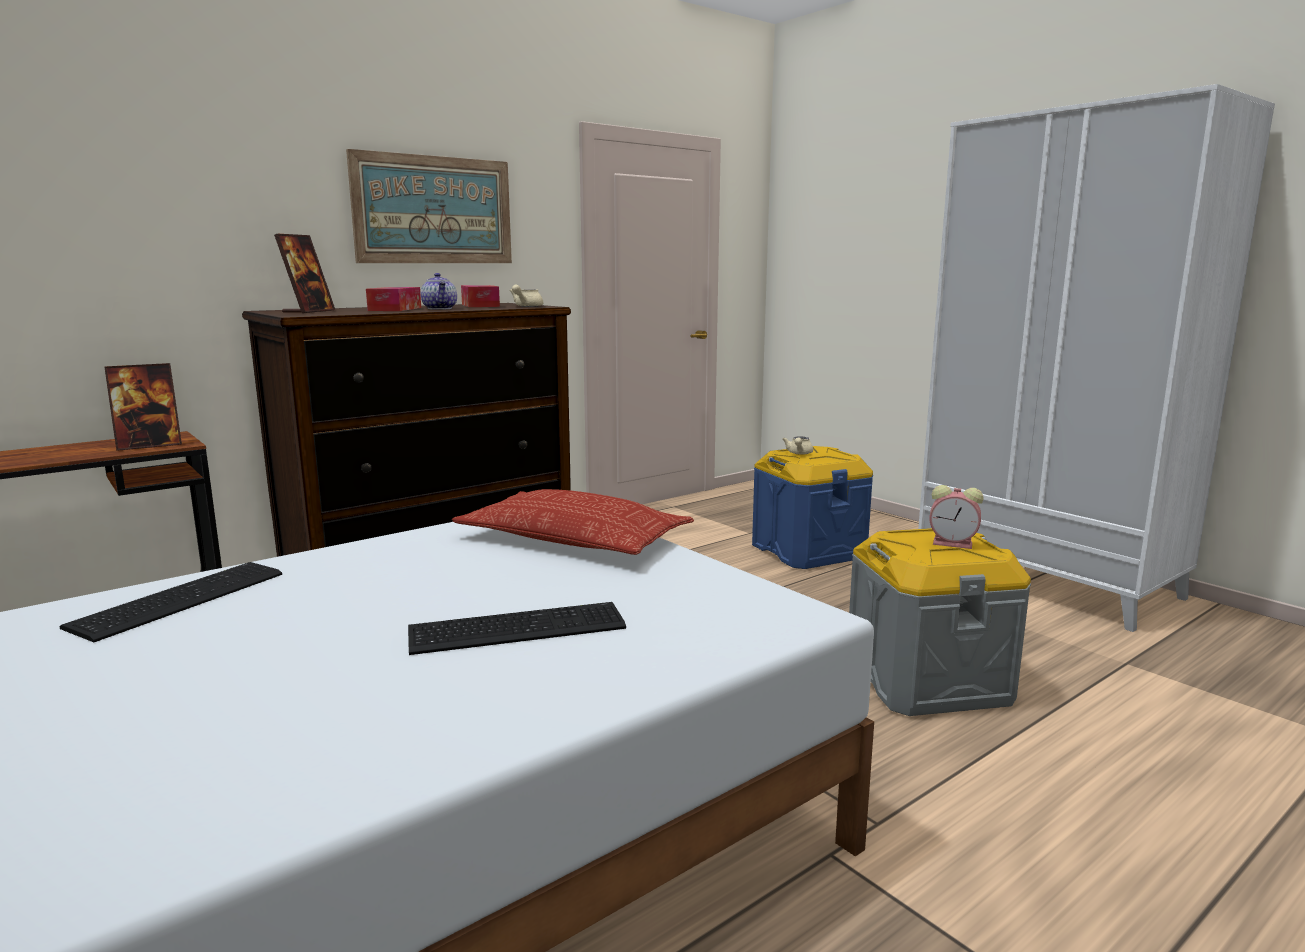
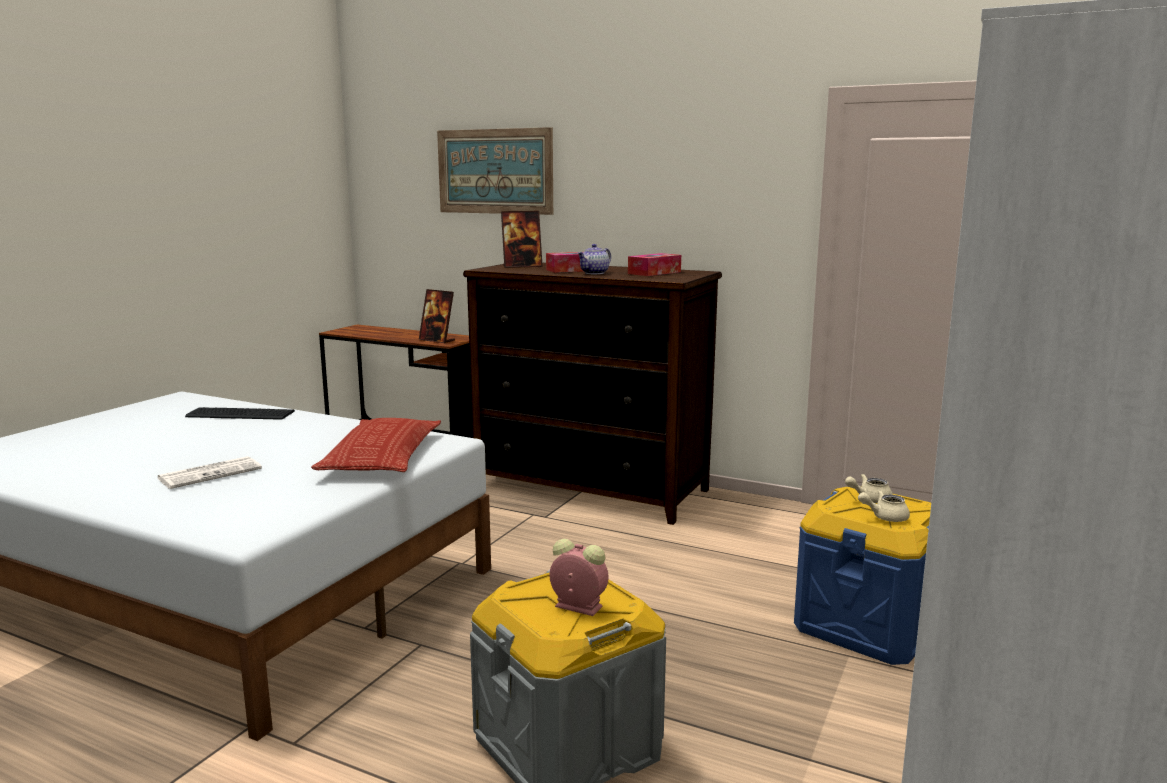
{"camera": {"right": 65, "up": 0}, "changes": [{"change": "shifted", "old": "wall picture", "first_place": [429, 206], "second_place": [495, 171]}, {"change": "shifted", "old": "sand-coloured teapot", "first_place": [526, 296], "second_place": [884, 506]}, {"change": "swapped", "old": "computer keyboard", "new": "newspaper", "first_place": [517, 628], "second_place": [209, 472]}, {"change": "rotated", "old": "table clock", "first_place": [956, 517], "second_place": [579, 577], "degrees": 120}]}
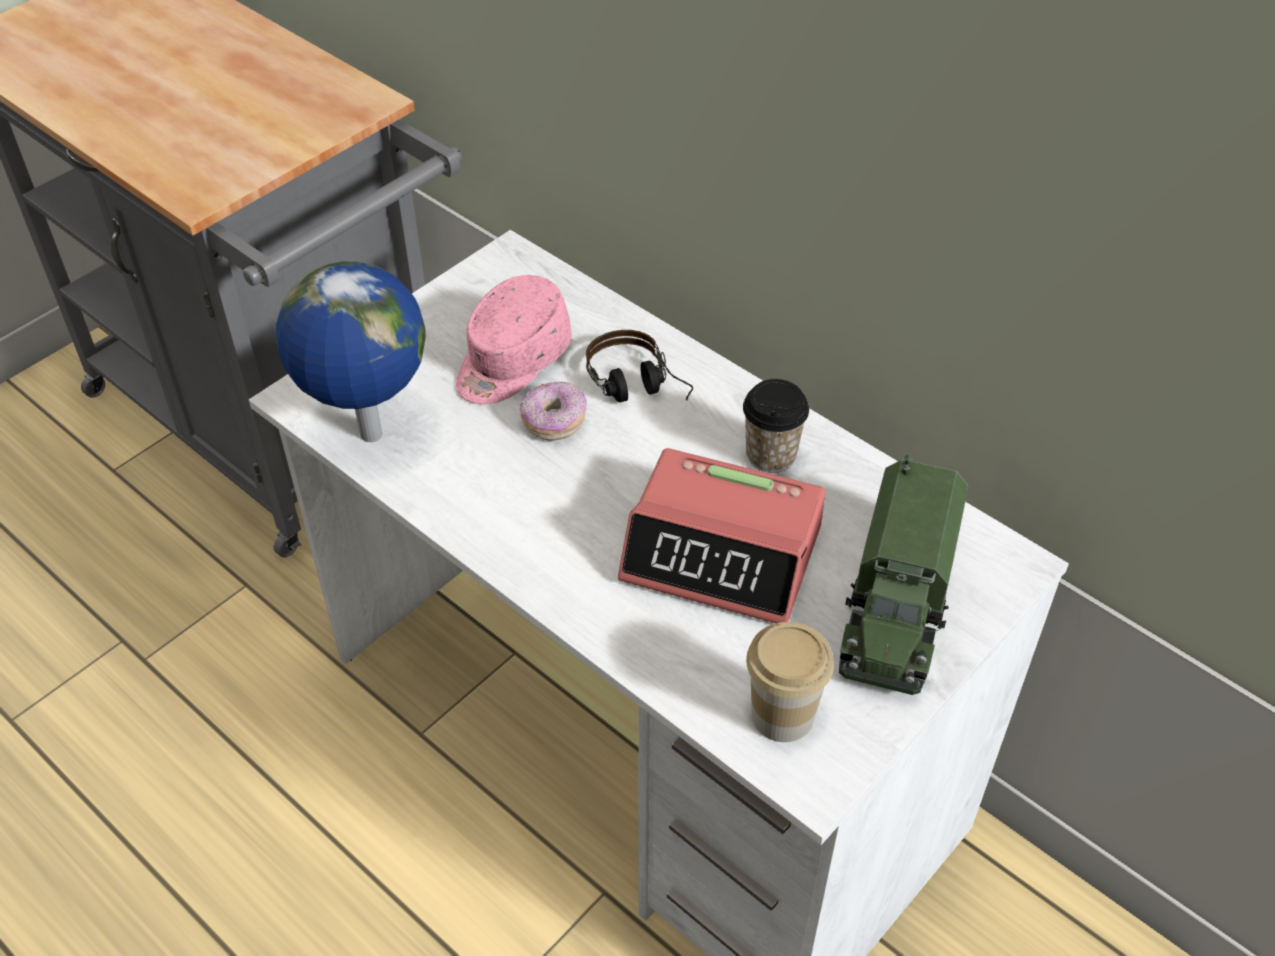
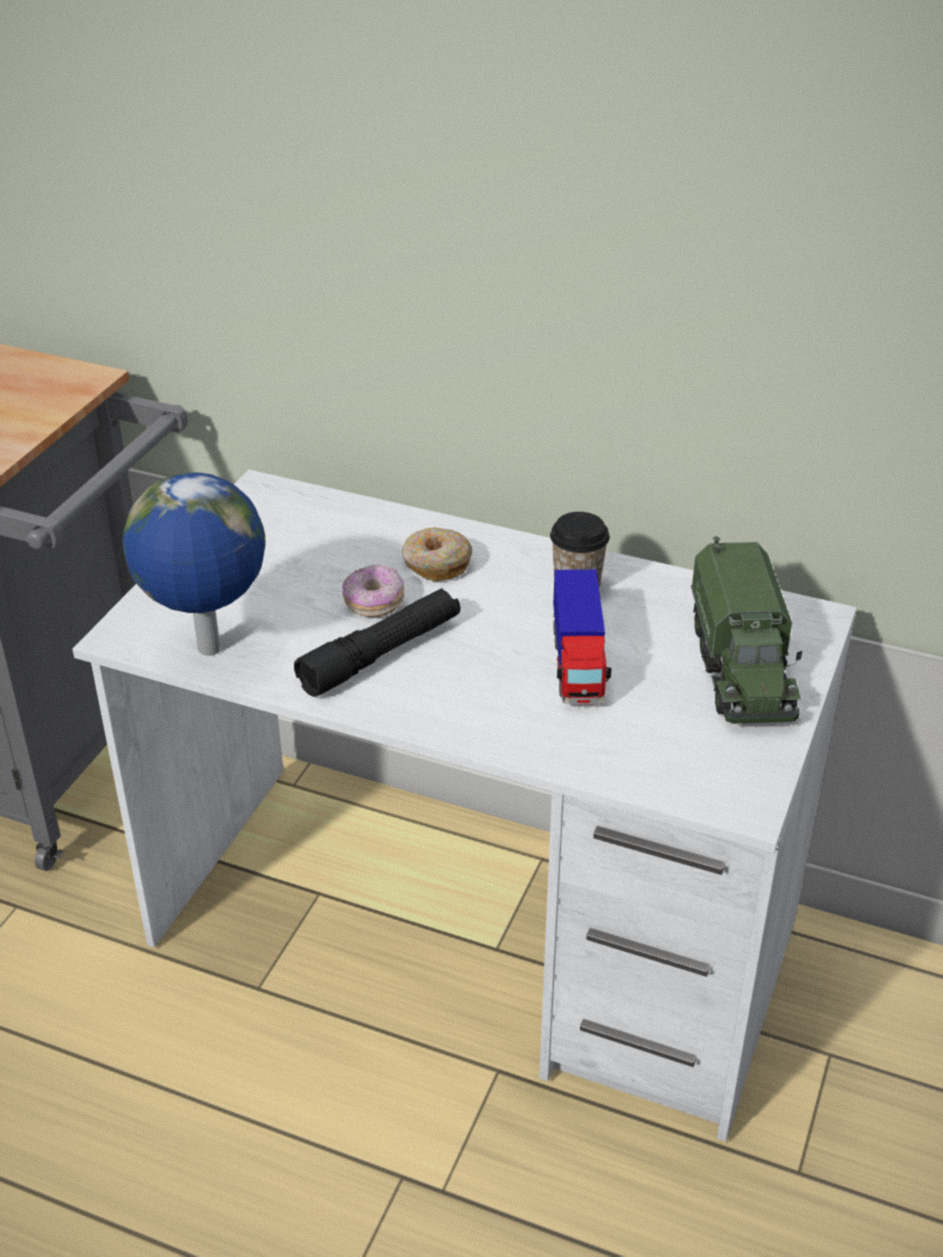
{"camera": {"right": -20, "up": -10}, "changes": [{"change": "gone", "old": "pink-coloured peaked cap", "first_place": [514, 339]}, {"change": "gone", "old": "small cup", "first_place": [790, 682]}, {"change": "new", "new": "black flashlight", "second_place": [377, 642]}, {"change": "swapped", "old": "headset", "new": "doughnut", "first_place": [639, 366], "second_place": [437, 554]}, {"change": "swapped", "old": "table clock", "new": "toy truck", "first_place": [722, 535], "second_place": [582, 637]}]}
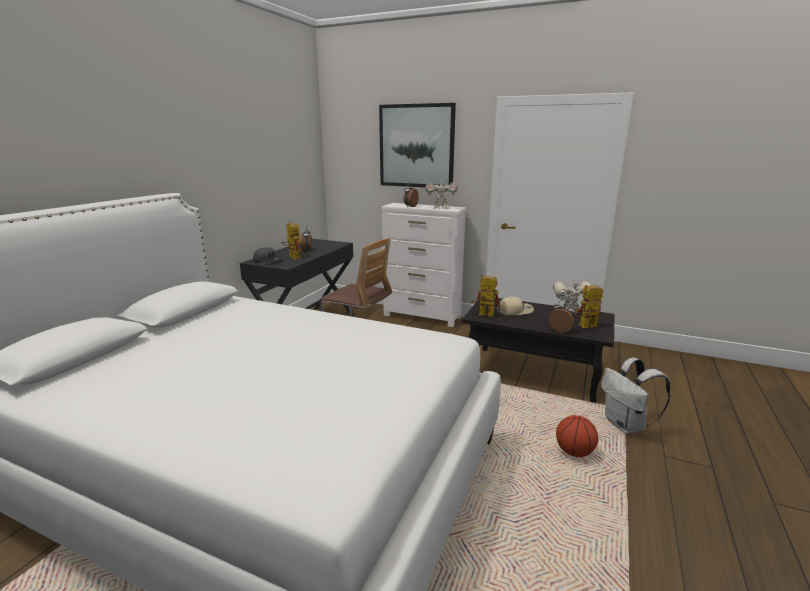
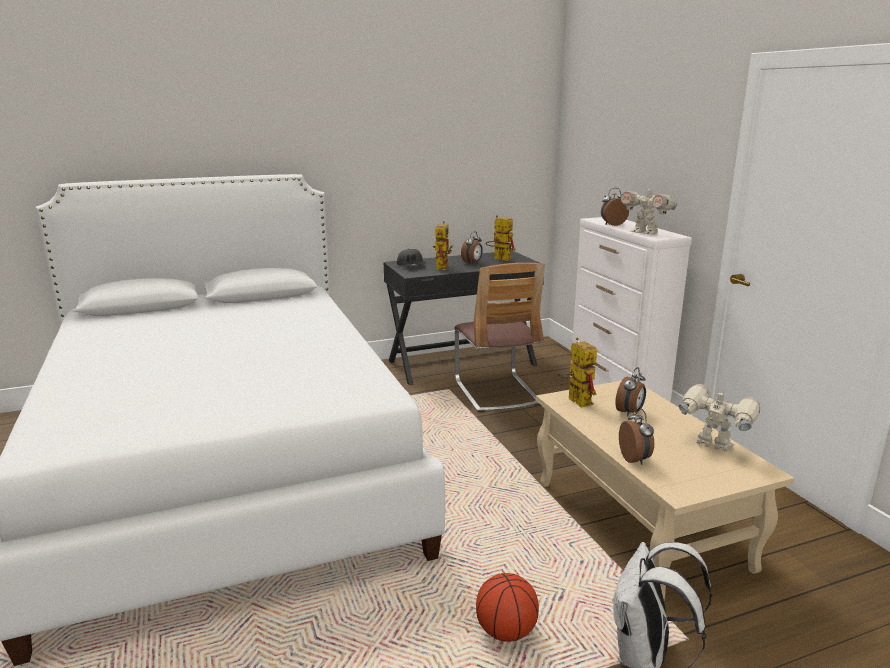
{"camera": {"right": 45, "up": 0}, "changes": [{"change": "gone", "old": "wall picture", "first_place": [417, 145]}, {"change": "shifted", "old": "model robot", "first_place": [589, 306], "second_place": [501, 238]}, {"change": "swapped", "old": "sand-coloured peaked cap", "new": "table clock", "first_place": [515, 305], "second_place": [630, 391]}, {"change": "repainted", "old": "black coffee table", "new": "sand-coloured coffee table", "first_place": [538, 350], "second_place": [665, 490]}]}
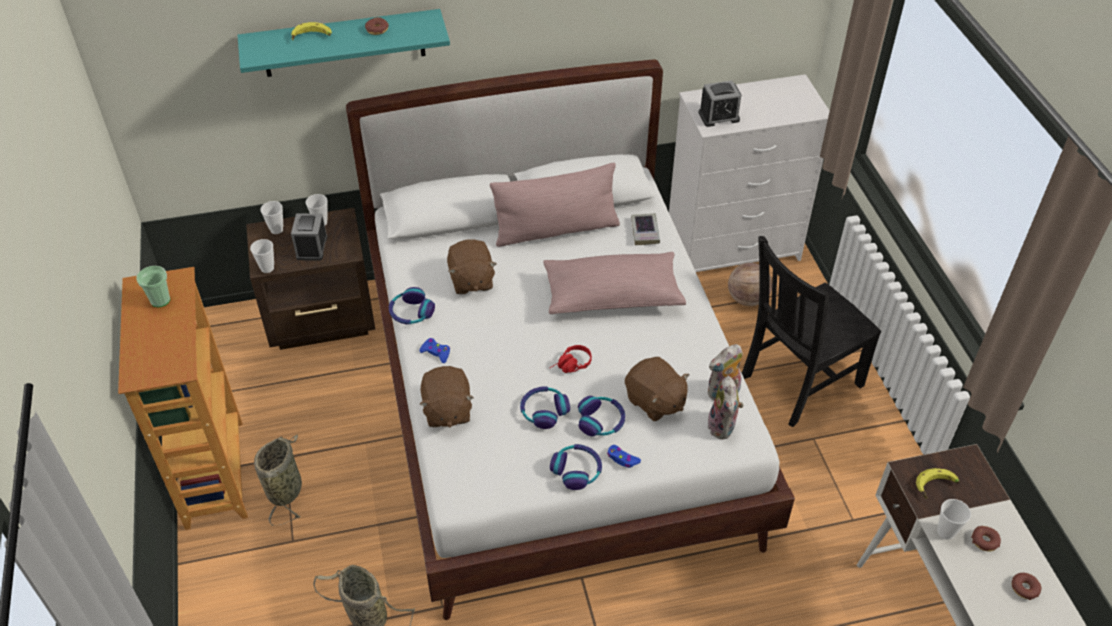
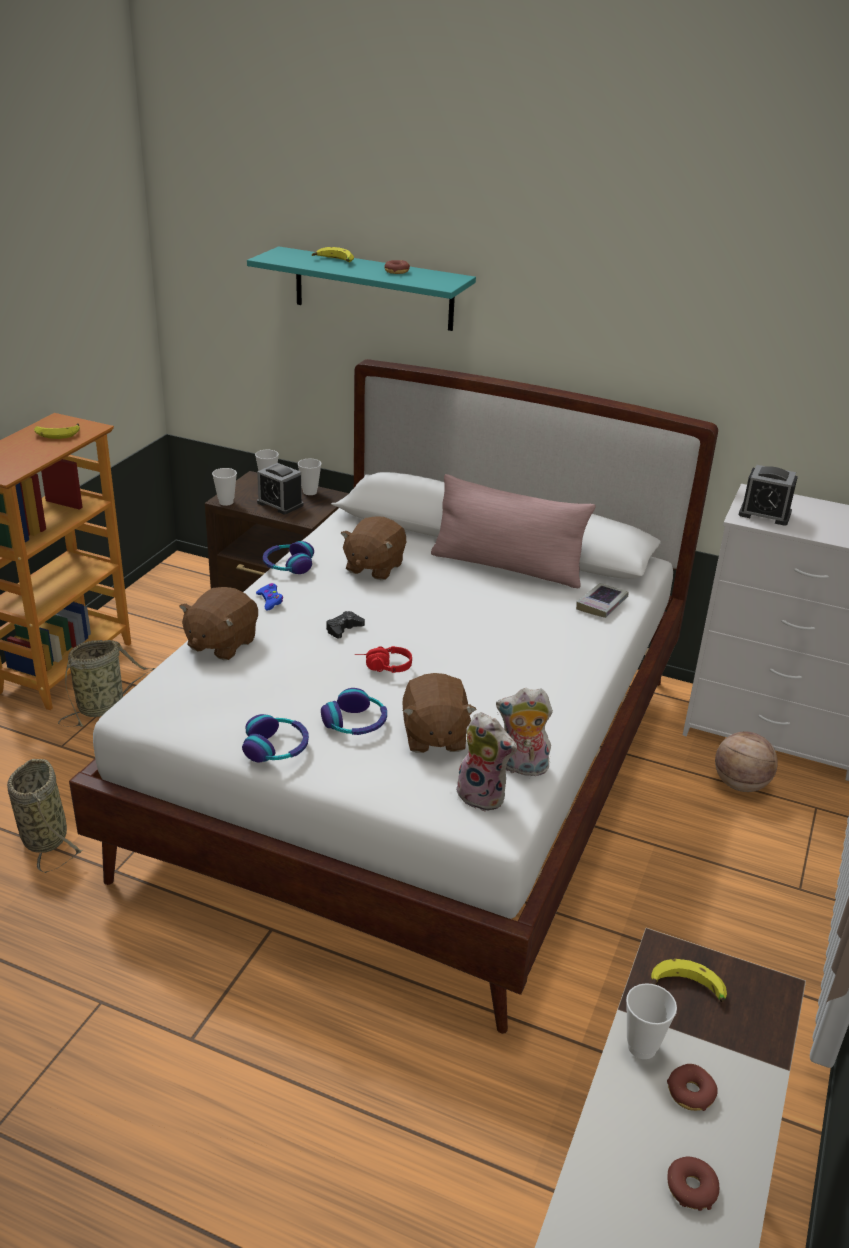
{"camera": {"right": 35, "up": -15}, "changes": [{"change": "gone", "old": "headset", "first_place": [545, 407]}, {"change": "gone", "old": "pink-coloured throw pillow", "first_place": [614, 283]}, {"change": "gone", "old": "blue-coloured gamepad", "first_place": [624, 456]}, {"change": "gone", "old": "black upright chair", "first_place": [811, 331]}, {"change": "new", "new": "black gamepad", "second_place": [345, 624]}, {"change": "swapped", "old": "small cup", "new": "whole banana", "first_place": [153, 286], "second_place": [57, 431]}, {"change": "rotated", "old": "table clock", "first_place": [309, 237], "second_place": [280, 488], "degrees": -90}, {"change": "rotated", "old": "soft toy", "first_place": [725, 407], "second_place": [485, 762], "degrees": -90}]}
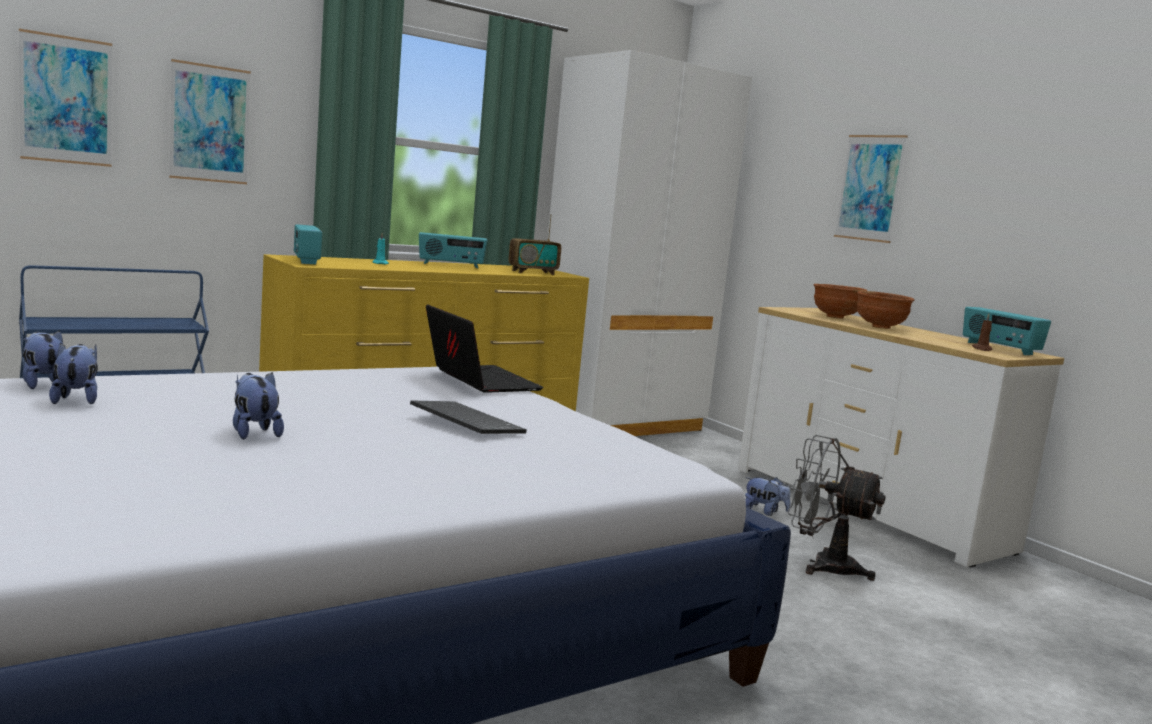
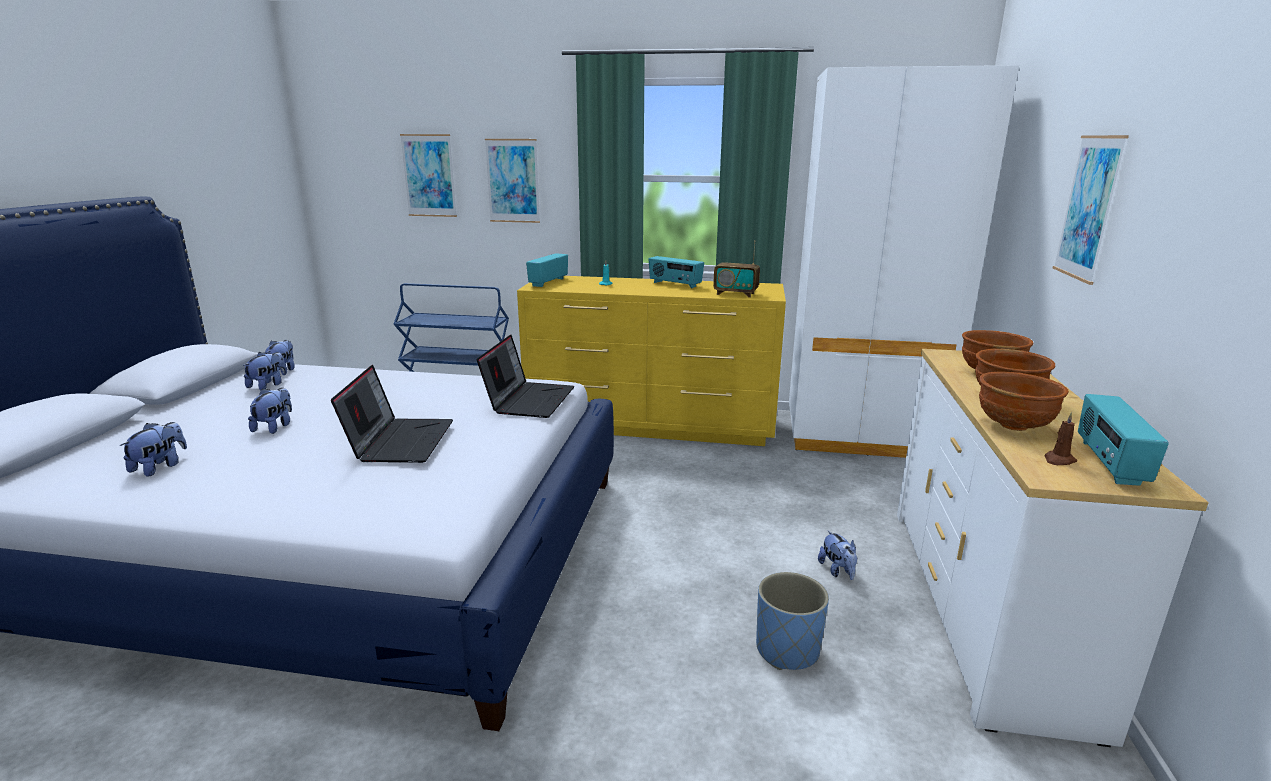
{"camera": {"right": 45, "up": 10}, "changes": [{"change": "new", "new": "soft toy", "second_place": [153, 449]}, {"change": "new", "new": "brownish bowl", "second_place": [1024, 401]}, {"change": "swapped", "old": "computer keyboard", "new": "notebook computer", "first_place": [468, 417], "second_place": [392, 414]}, {"change": "swapped", "old": "grey electric fan", "new": "blue-coloured planter", "first_place": [836, 508], "second_place": [792, 621]}]}
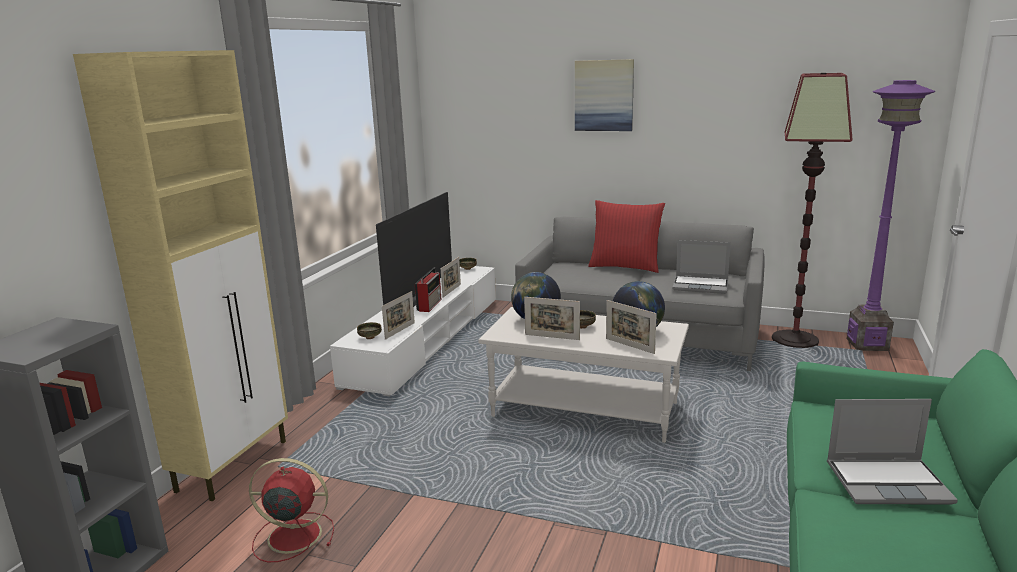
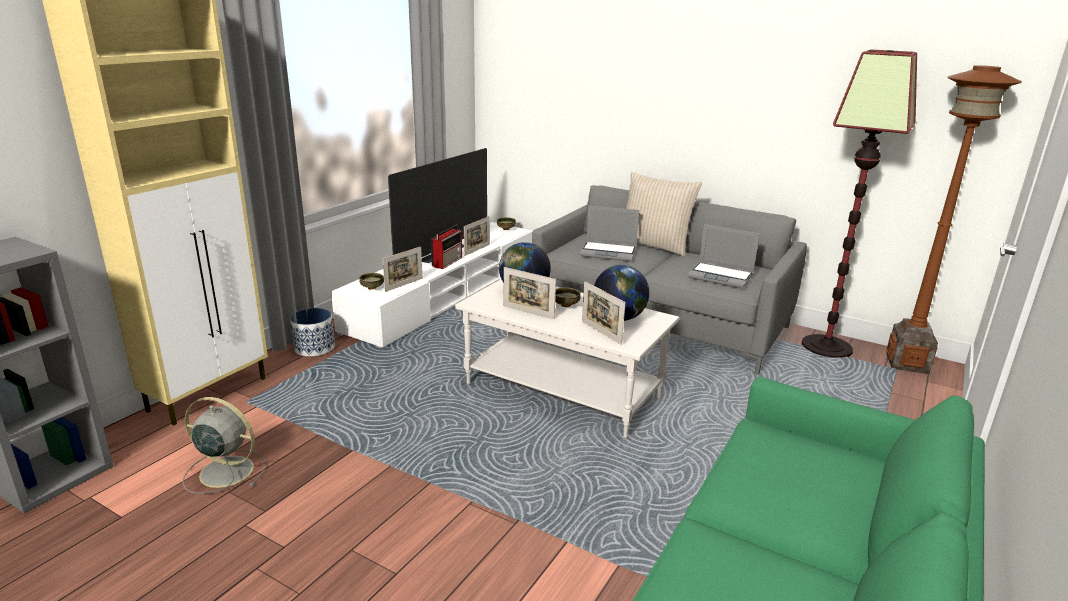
{"camera": {"right": 10, "up": 5}, "changes": [{"change": "gone", "old": "wall picture", "first_place": [604, 95]}, {"change": "new", "new": "planter", "second_place": [312, 332]}, {"change": "shifted", "old": "notebook computer", "first_place": [892, 452], "second_place": [609, 234]}, {"change": "repainted", "old": "red-coloured electric fan", "new": "grey electric fan", "first_place": [291, 510], "second_place": [225, 445]}, {"change": "repainted", "old": "red-coloured throw pillow", "new": "sand-coloured throw pillow", "first_place": [626, 236], "second_place": [664, 214]}, {"change": "repainted", "old": "purplish standard lamp", "new": "brownish standard lamp", "first_place": [891, 215], "second_place": [954, 219]}]}
